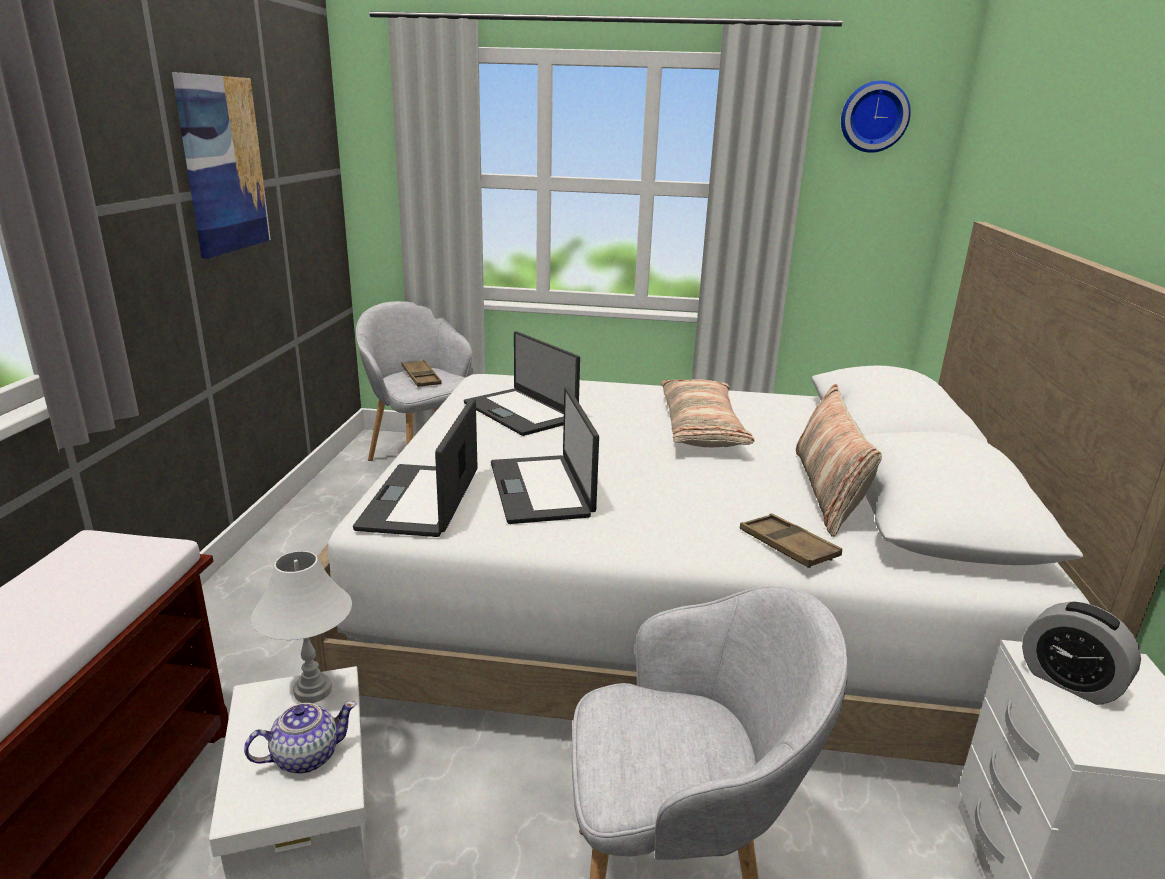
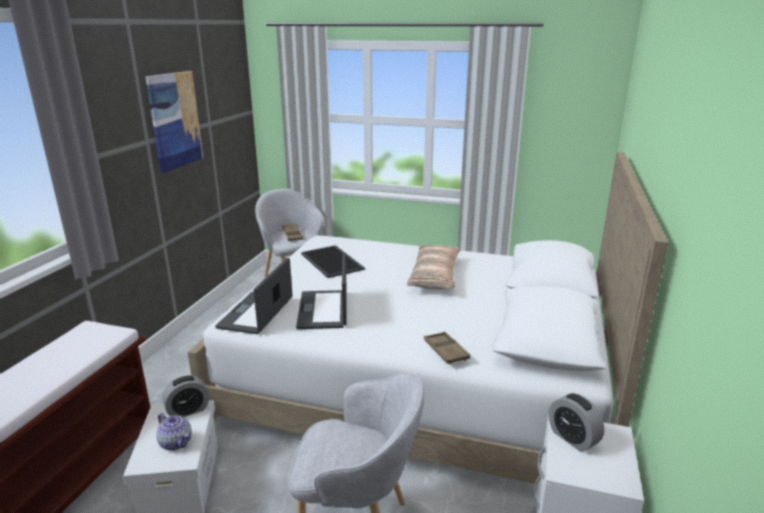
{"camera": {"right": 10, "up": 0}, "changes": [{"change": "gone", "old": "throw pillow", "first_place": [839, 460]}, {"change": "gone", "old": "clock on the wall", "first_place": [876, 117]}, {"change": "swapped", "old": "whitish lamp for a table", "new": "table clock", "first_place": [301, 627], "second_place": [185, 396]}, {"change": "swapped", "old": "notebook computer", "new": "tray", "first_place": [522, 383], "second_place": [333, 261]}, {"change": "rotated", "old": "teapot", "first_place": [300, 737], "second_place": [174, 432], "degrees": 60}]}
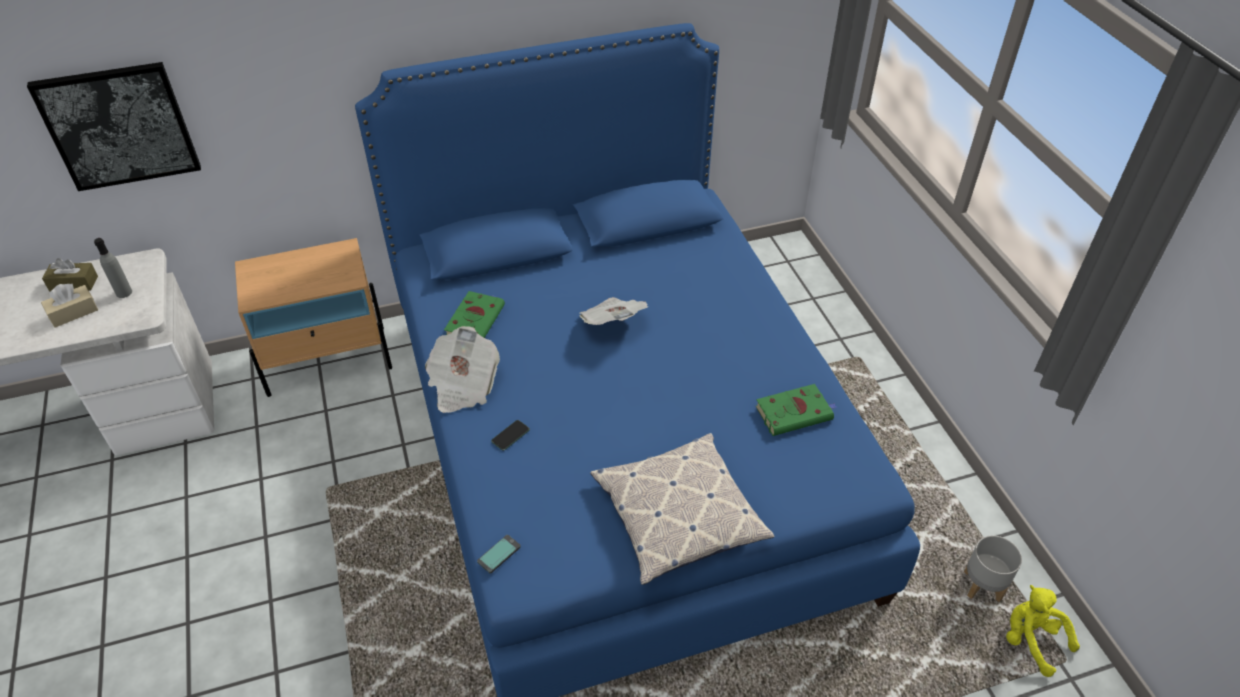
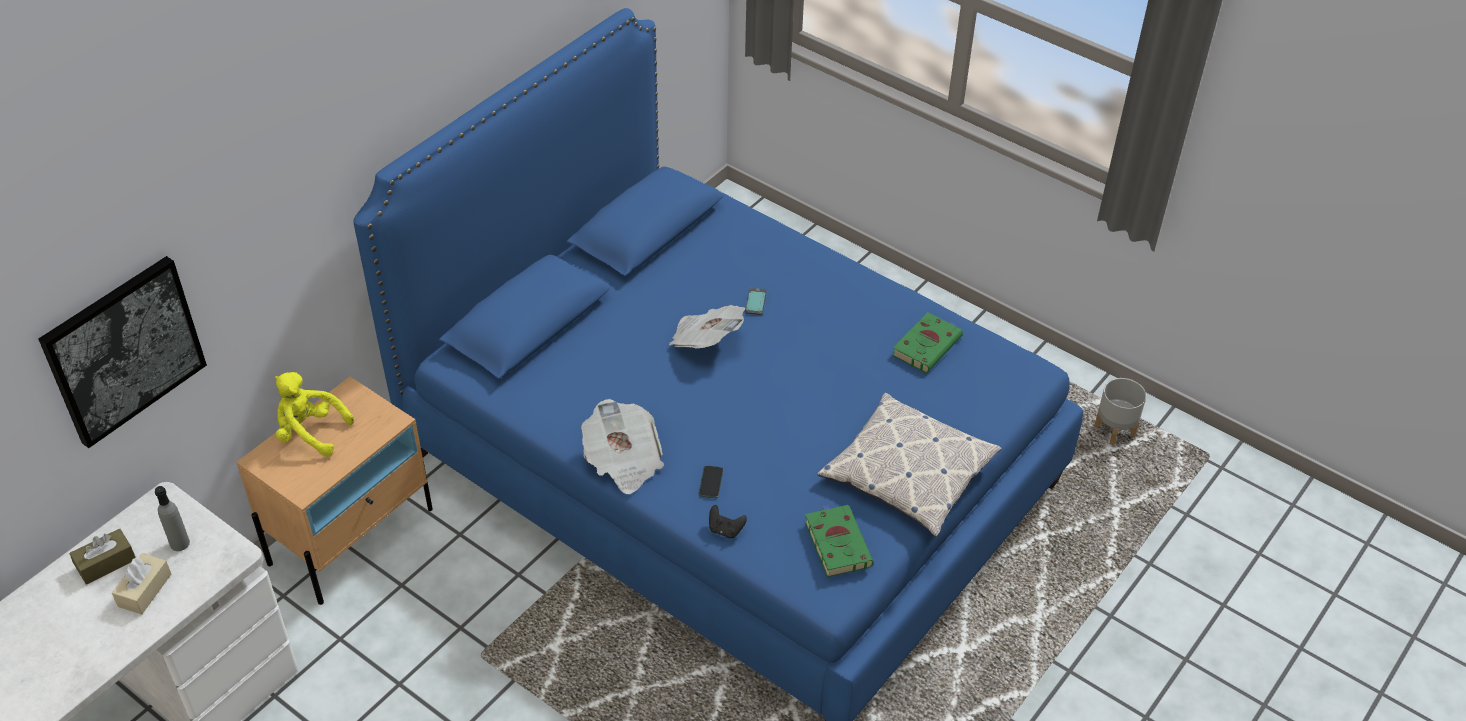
{"camera": {"right": -35, "up": 0}, "changes": [{"change": "new", "new": "black gamepad", "second_place": [728, 521]}, {"change": "shifted", "old": "green book", "first_place": [474, 314], "second_place": [839, 541]}, {"change": "shifted", "old": "phone", "first_place": [499, 554], "second_place": [756, 301]}, {"change": "shifted", "old": "yellow soft toy", "first_place": [1043, 631], "second_place": [314, 414]}]}
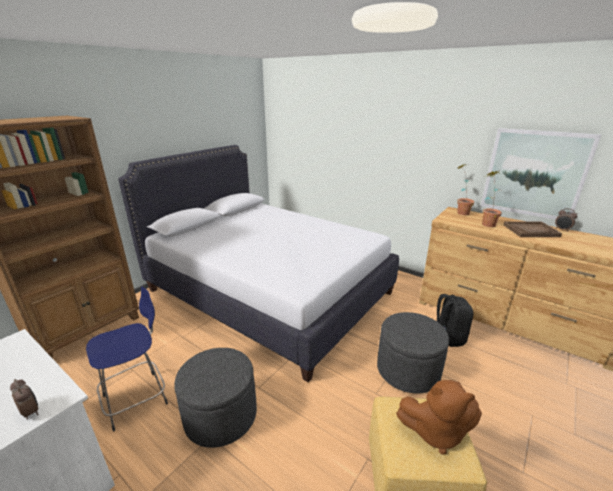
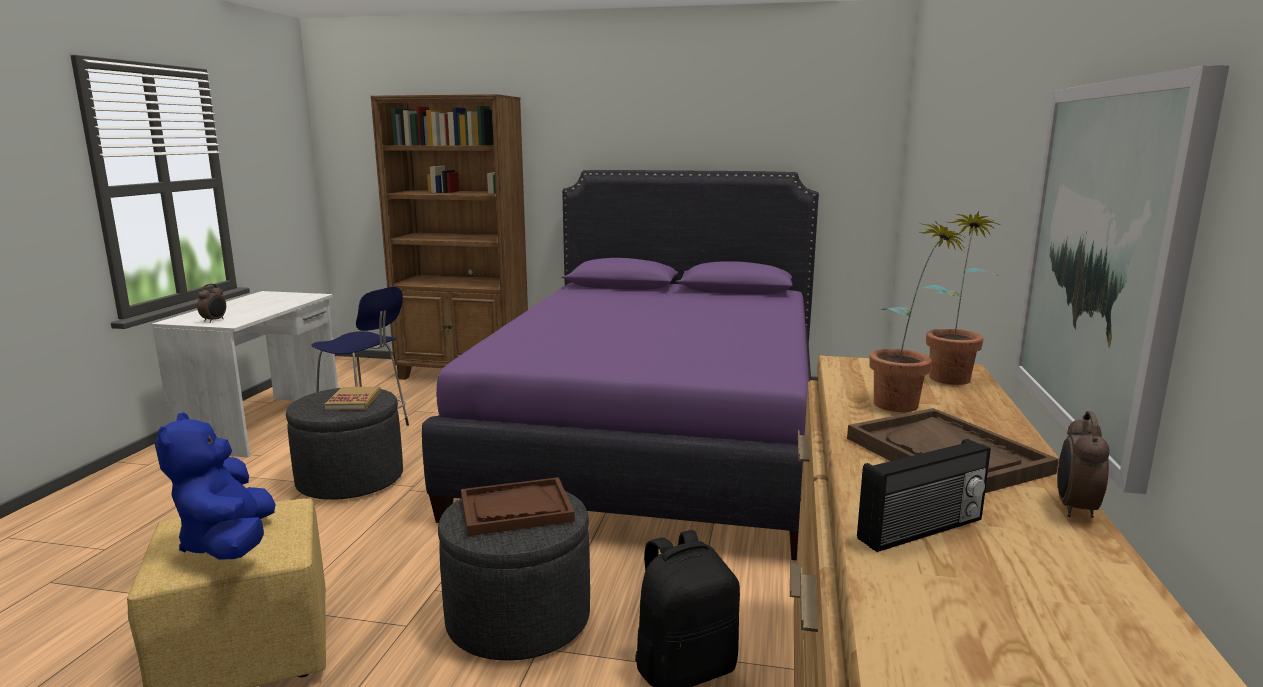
{"camera": {"right": 65, "up": -10}, "changes": [{"change": "new", "new": "book", "second_place": [353, 399]}, {"change": "new", "new": "brownish tray", "second_place": [518, 506]}, {"change": "new", "new": "radio", "second_place": [924, 495]}, {"change": "repainted", "old": "whitish bed", "new": "purplish bed", "first_place": [258, 263], "second_place": [620, 365]}, {"change": "repainted", "old": "brownish soft toy", "new": "blue-coloured soft toy", "first_place": [439, 417], "second_place": [215, 485]}]}
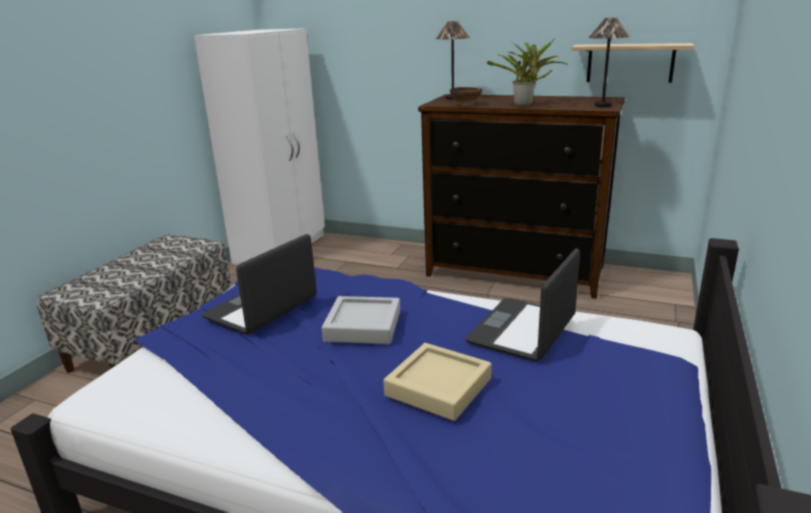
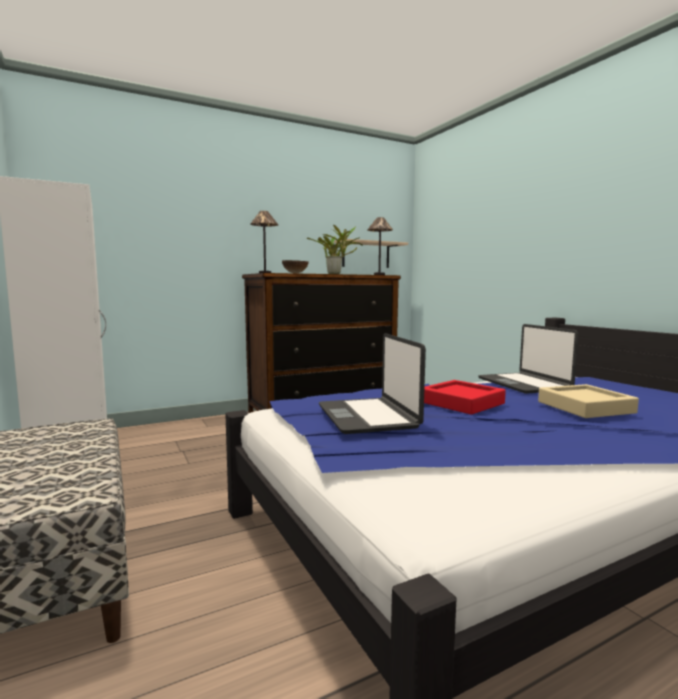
{"camera": {"right": -50, "up": -15}, "changes": [{"change": "repainted", "old": "grey tray", "new": "red-coloured tray", "first_place": [361, 320], "second_place": [465, 397]}]}
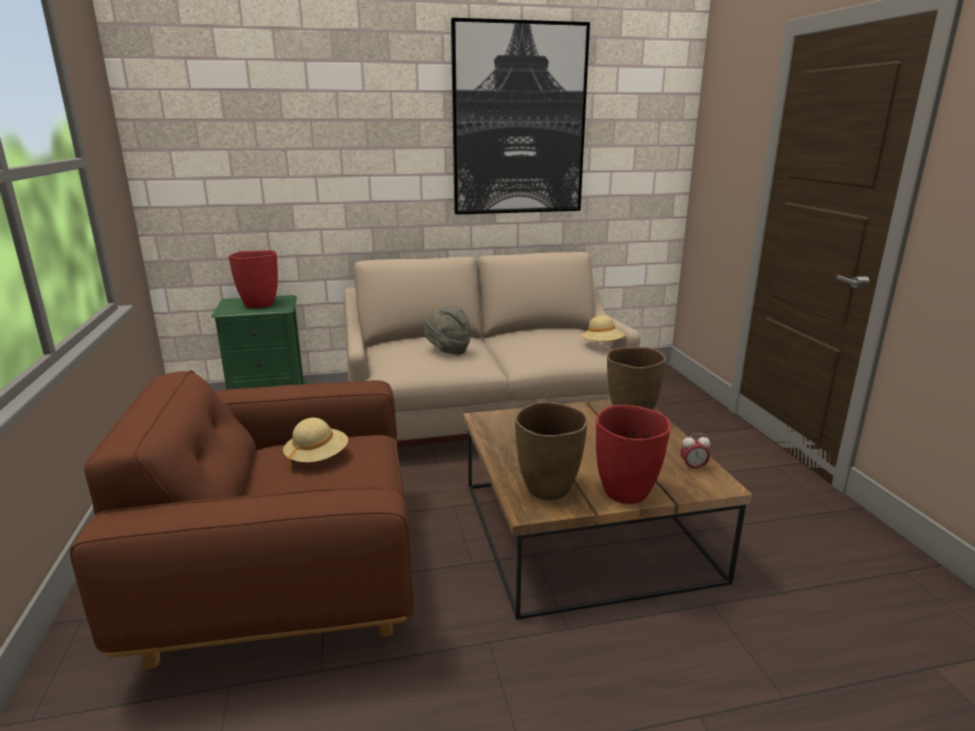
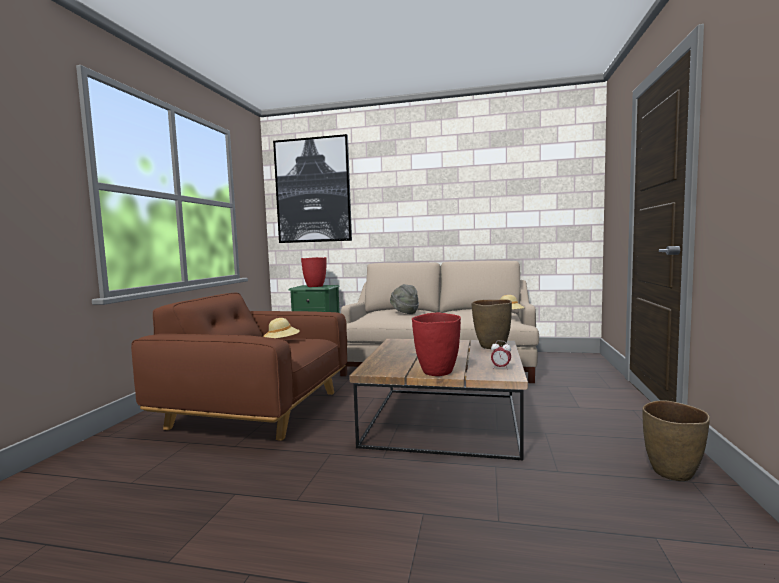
{"camera": {"right": 25, "up": -15}, "changes": [{"change": "shifted", "old": "wall picture", "first_place": [520, 116], "second_place": [312, 188]}, {"change": "shifted", "old": "brownish flower vase", "first_place": [551, 451], "second_place": [676, 441]}]}
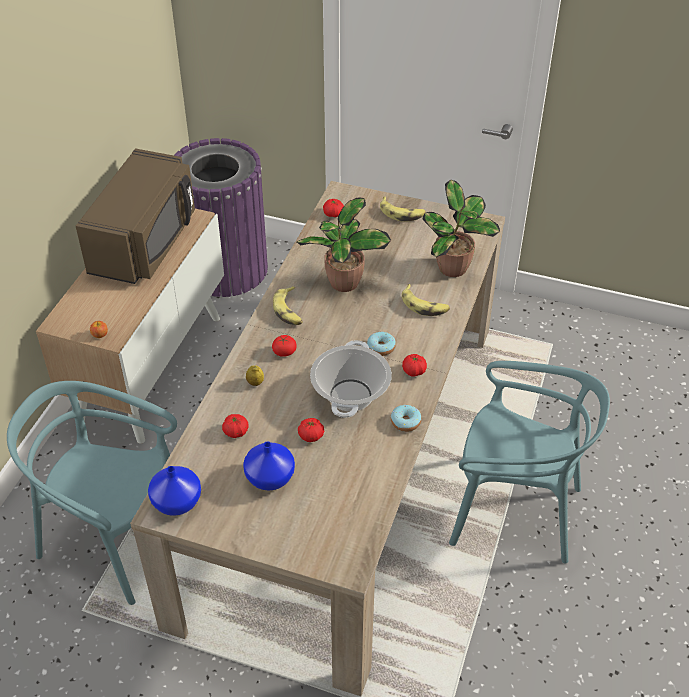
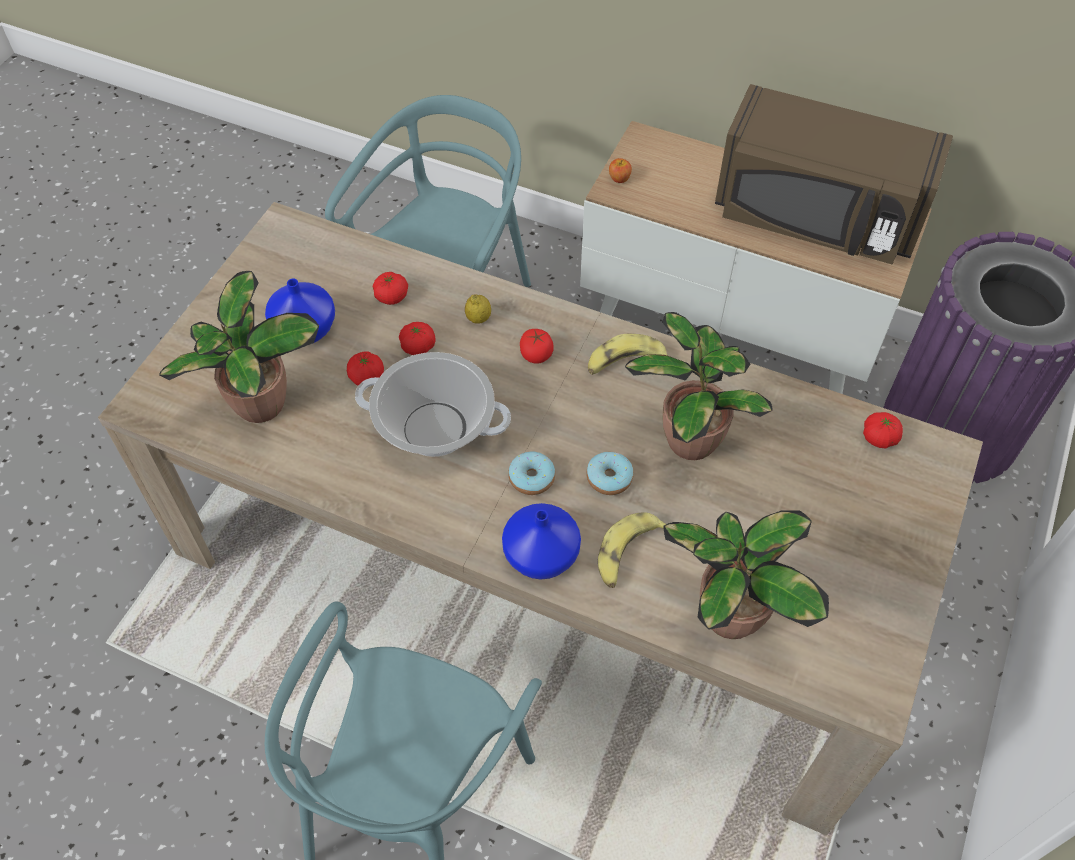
{"camera": {"right": 95, "up": 10}, "changes": [{"change": "gone", "old": "whole banana", "first_place": [403, 208]}, {"change": "new", "new": "houseplant", "second_place": [239, 347]}, {"change": "shifted", "old": "blue-coloured flower vase", "first_place": [174, 491], "second_place": [541, 541]}, {"change": "shifted", "old": "doughnut", "first_place": [406, 418], "second_place": [609, 473]}, {"change": "shifted", "old": "fresh tomato", "first_place": [414, 365], "second_place": [417, 338]}]}
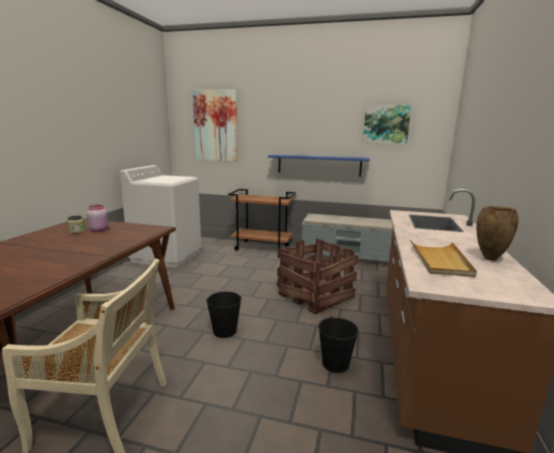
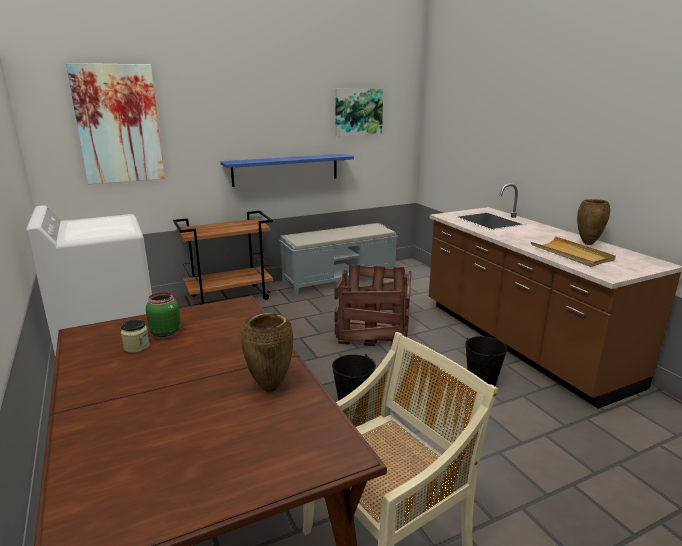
{"camera": {"right": -40, "up": 5}, "changes": [{"change": "new", "new": "brownish flower vase", "second_place": [267, 352]}, {"change": "repainted", "old": "pink-coloured storage jar", "new": "green storage jar", "first_place": [97, 218], "second_place": [163, 315]}]}
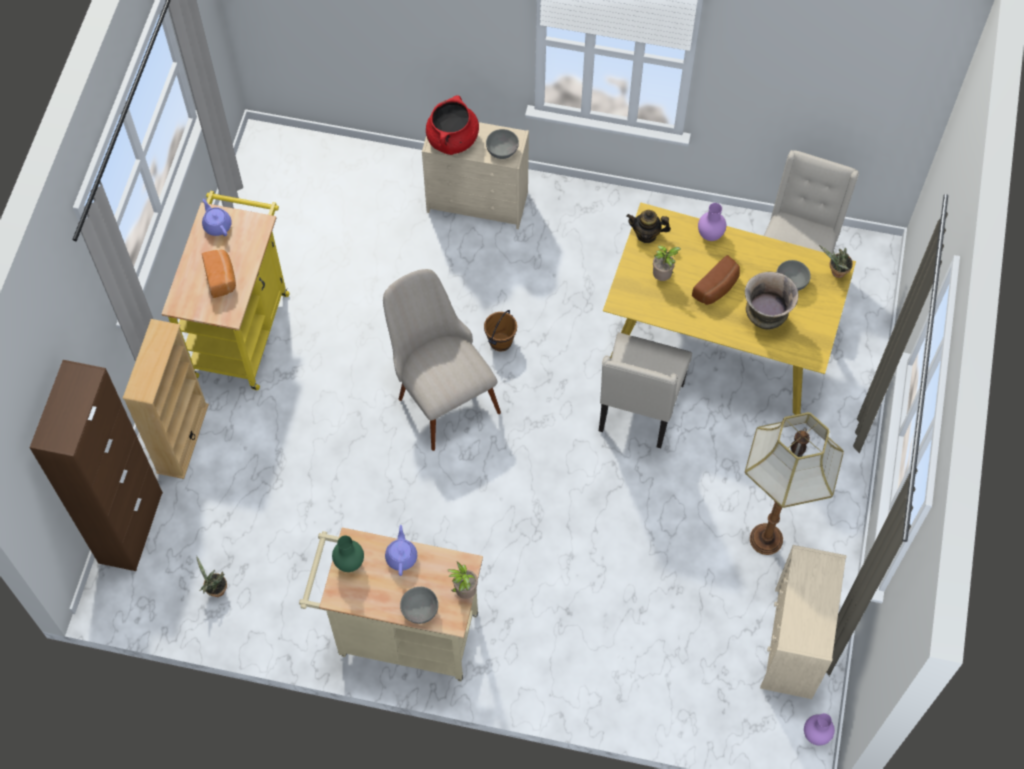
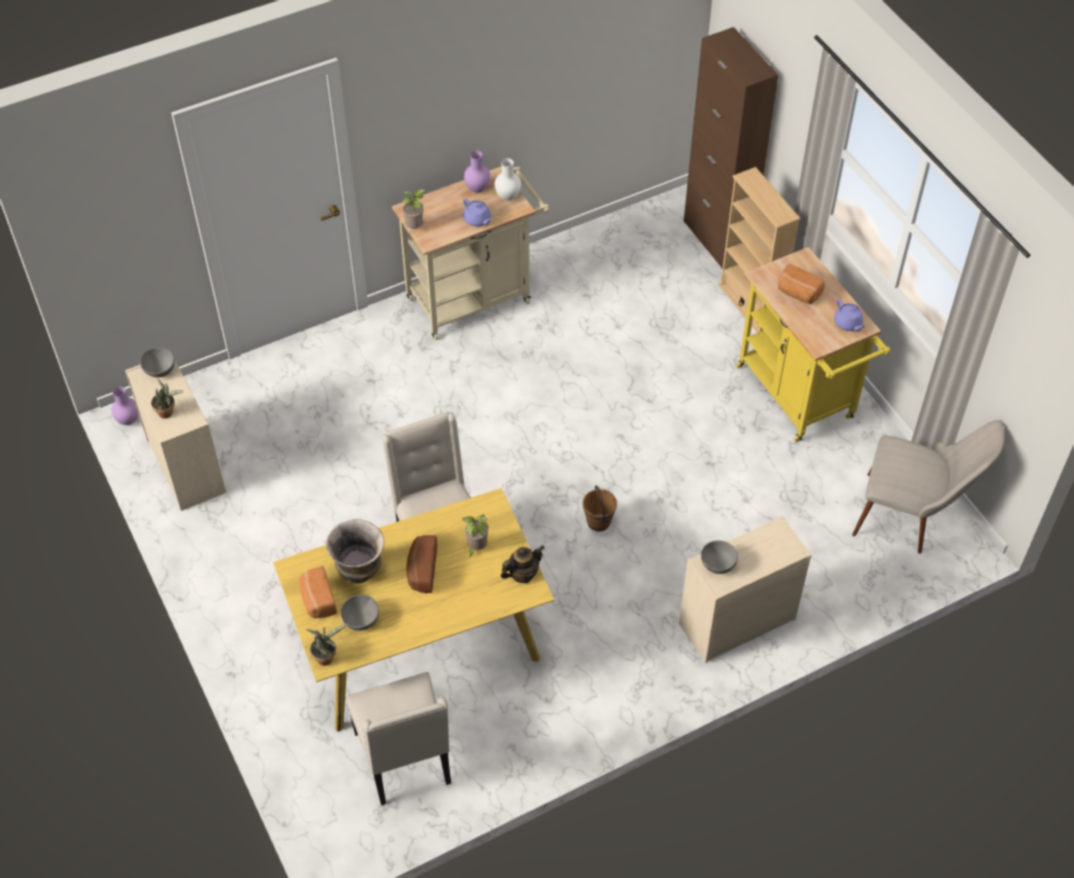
{"camera": {"right": 140, "up": -10}, "changes": [{"change": "gone", "old": "red-coloured stockpot", "first_place": [452, 125]}, {"change": "gone", "old": "standard lamp", "first_place": [794, 483]}, {"change": "new", "new": "bakery bread", "second_place": [318, 592]}, {"change": "shifted", "old": "houseplant", "first_place": [211, 576], "second_place": [167, 399]}, {"change": "shifted", "old": "sand-coloured upright chair", "first_place": [442, 360], "second_place": [928, 487]}, {"change": "shifted", "old": "grey bowl", "first_place": [419, 605], "second_place": [157, 363]}, {"change": "shifted", "old": "purplish flower vase", "first_place": [712, 222], "second_place": [477, 172]}, {"change": "repainted", "old": "green flower vase", "new": "whitish flower vase", "first_place": [348, 554], "second_place": [508, 179]}, {"change": "rotated", "old": "purplish teapot", "first_place": [217, 217], "second_place": [849, 315], "degrees": 45}]}
